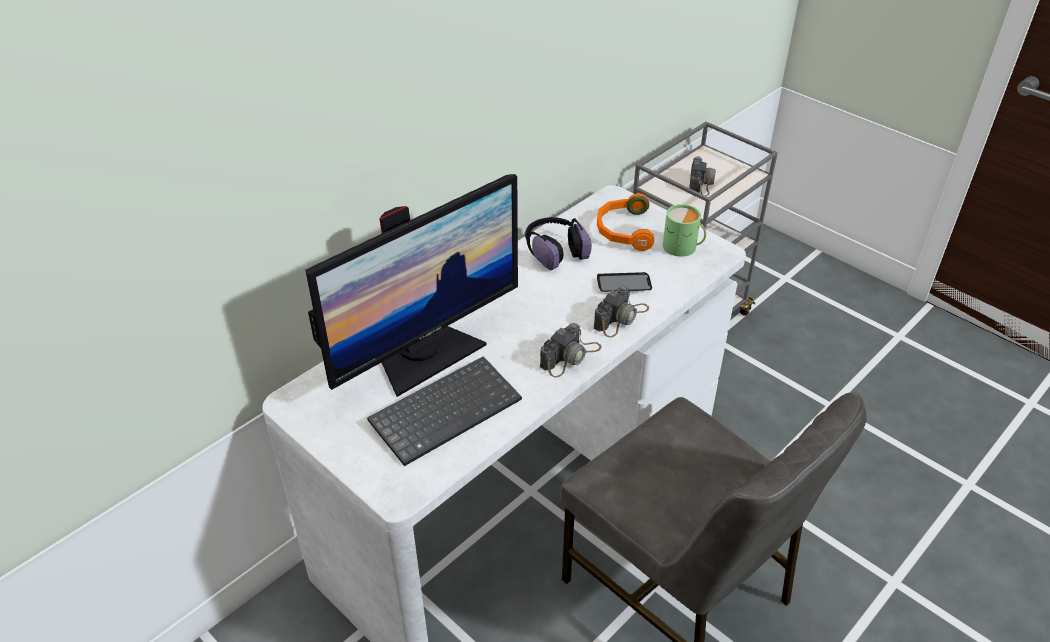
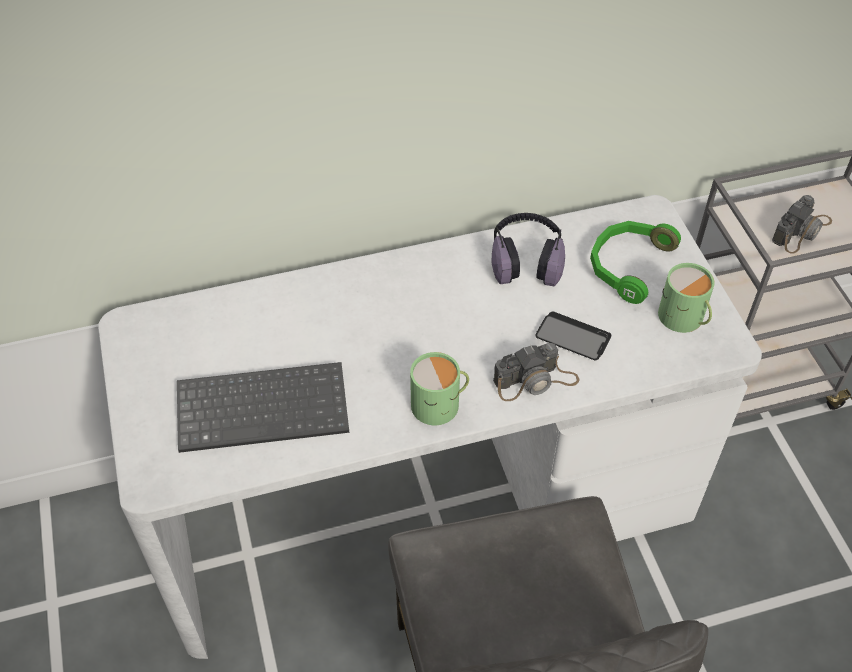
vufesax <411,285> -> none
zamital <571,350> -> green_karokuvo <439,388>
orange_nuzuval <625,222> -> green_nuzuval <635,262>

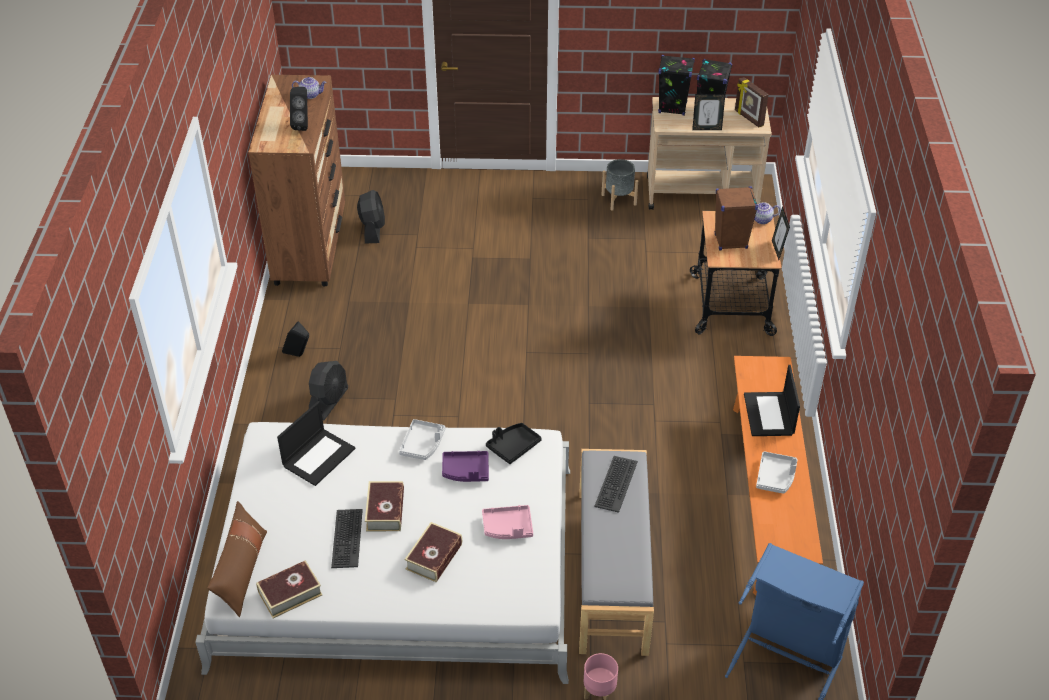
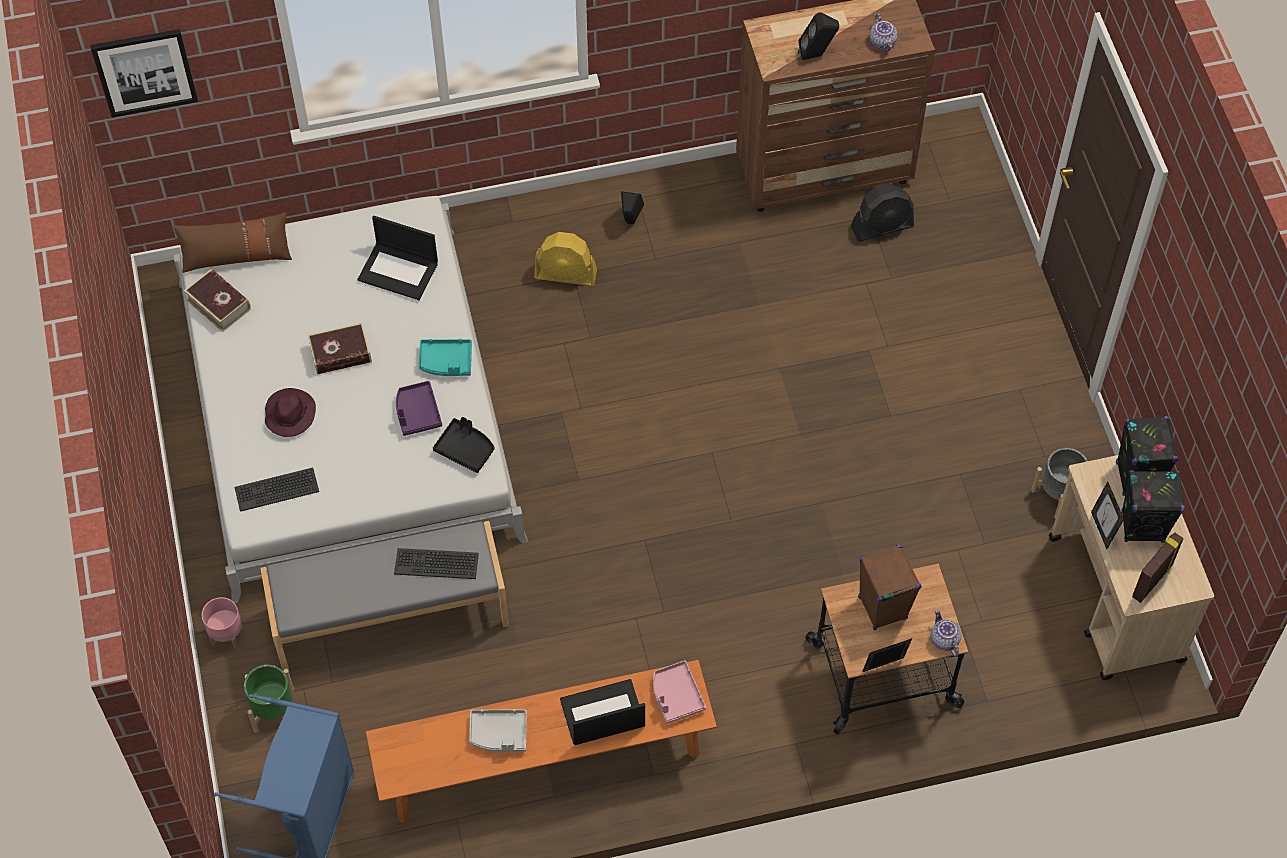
none -> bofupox <144,73>
none -> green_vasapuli <269,699>
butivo <347,538> -> butivo <277,489>, shifted
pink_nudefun <507,522> -> pink_nudefun <679,692>, shifted
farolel <433,552> -> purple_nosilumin <290,412>
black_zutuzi <329,391> -> yellow_zutuzi <565,259>
grey_nudefun <422,439> -> turquoise_nudefun <445,357>

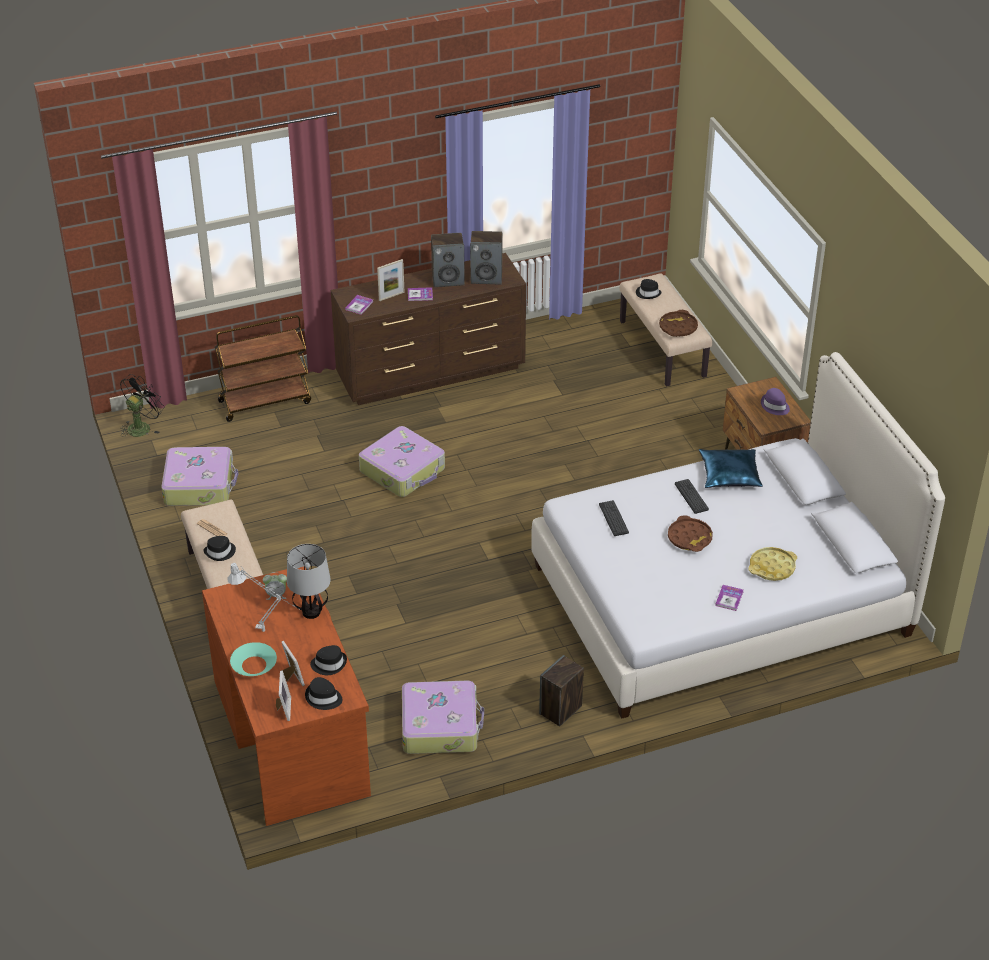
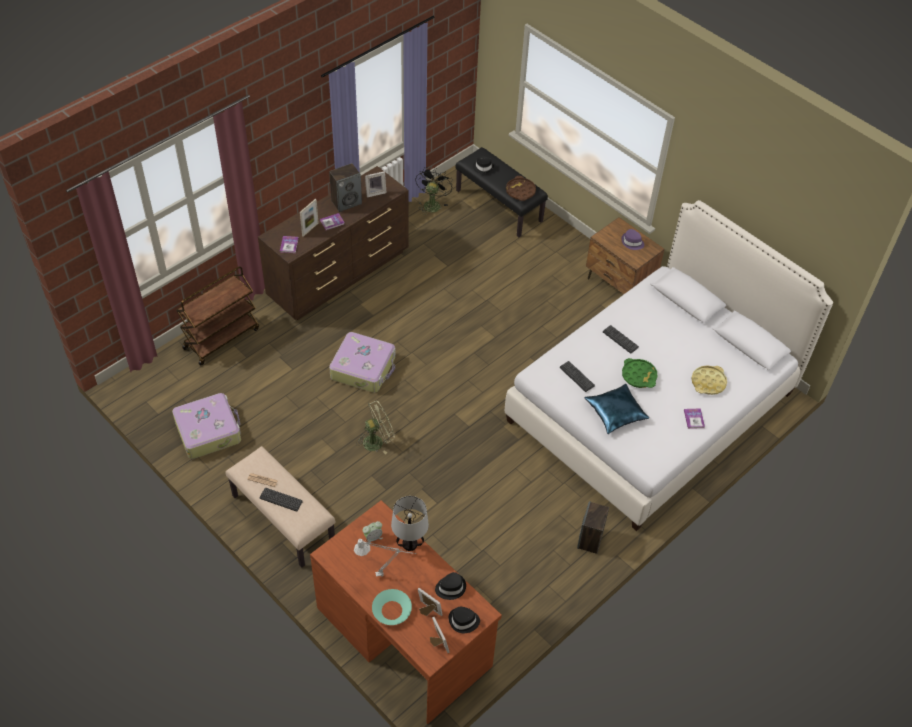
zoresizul <443,717> -> none
none -> green_zutuzi <375,427>
black_zutuzi <142,405> -> black_zutuzi <434,190>, shifted
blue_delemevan <731,468> -> blue_delemevan <616,409>, shifted
black_nosilumin <219,548> -> butivo <281,500>
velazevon <486,257> -> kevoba <376,184>
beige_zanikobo <666,330> -> black_zanikobo <501,192>
brown_nudefun <690,533> -> green_nudefun <639,373>

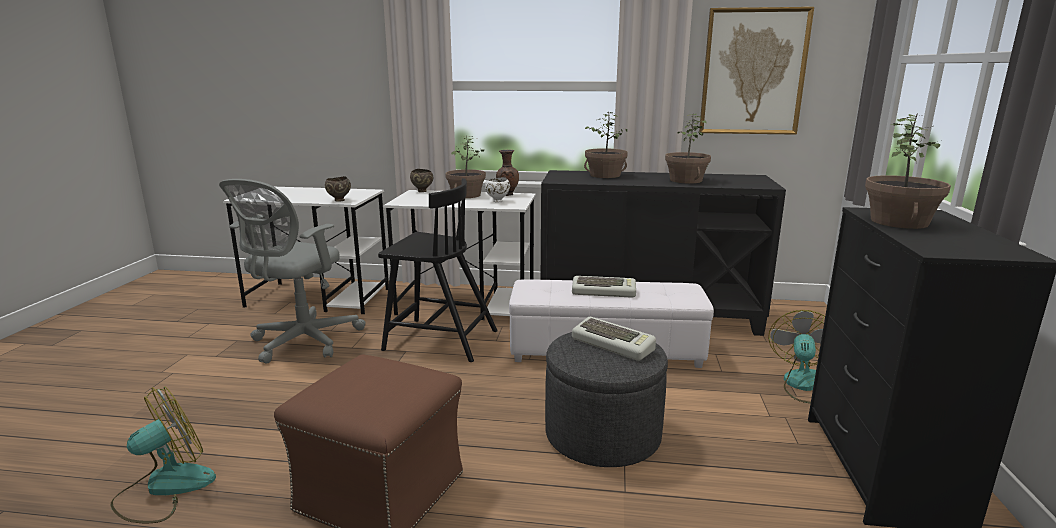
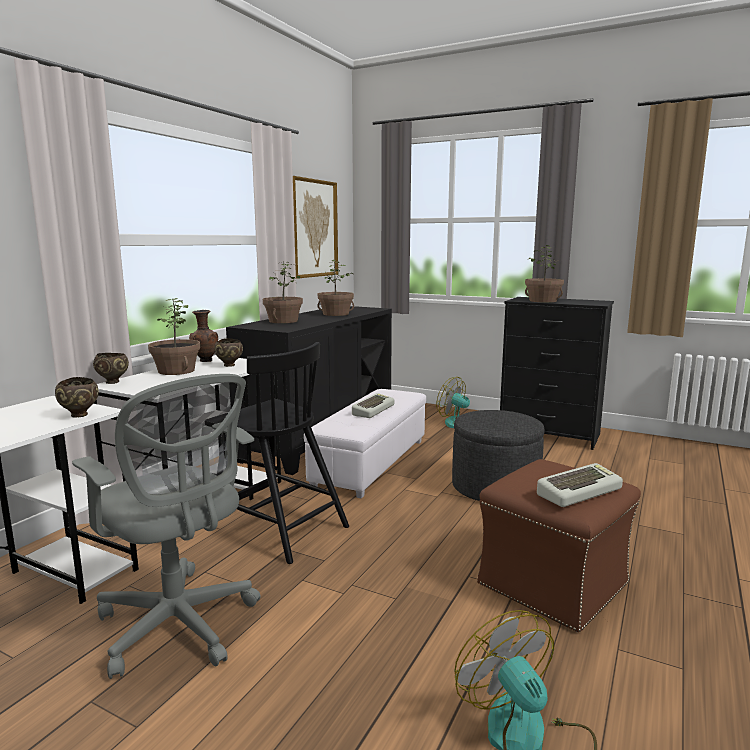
butivo <614,339> -> butivo <580,485>, shifted
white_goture <497,189> -> brown_goture <228,352>
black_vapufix <438,270> -> black_vapufix <286,453>, 90 degrees clockwise

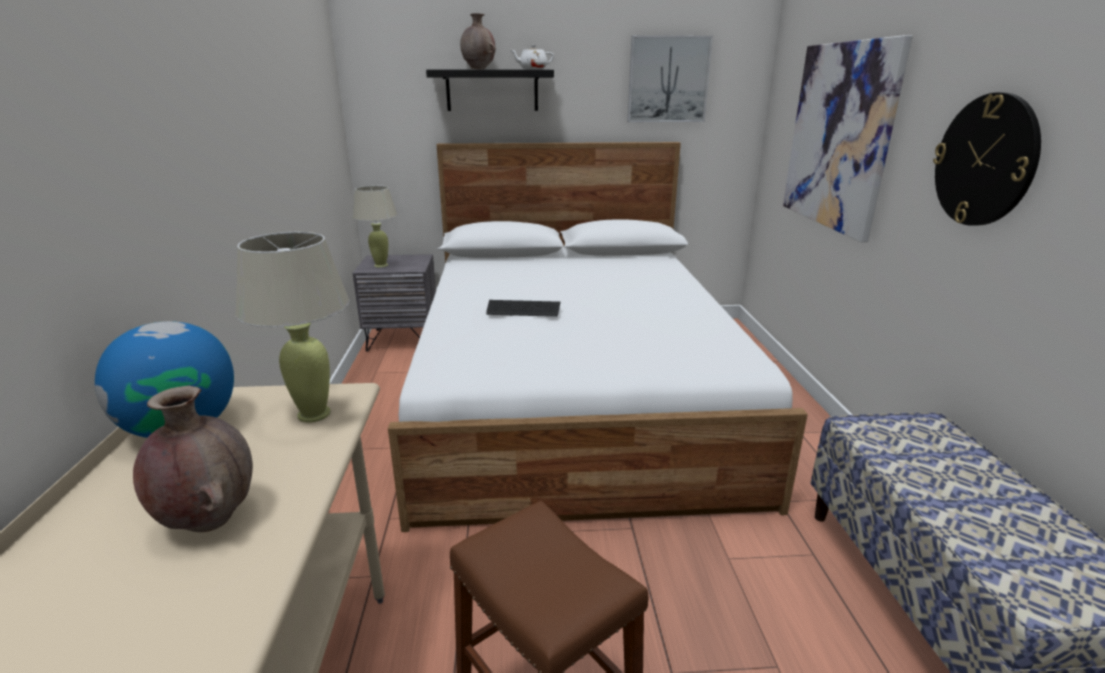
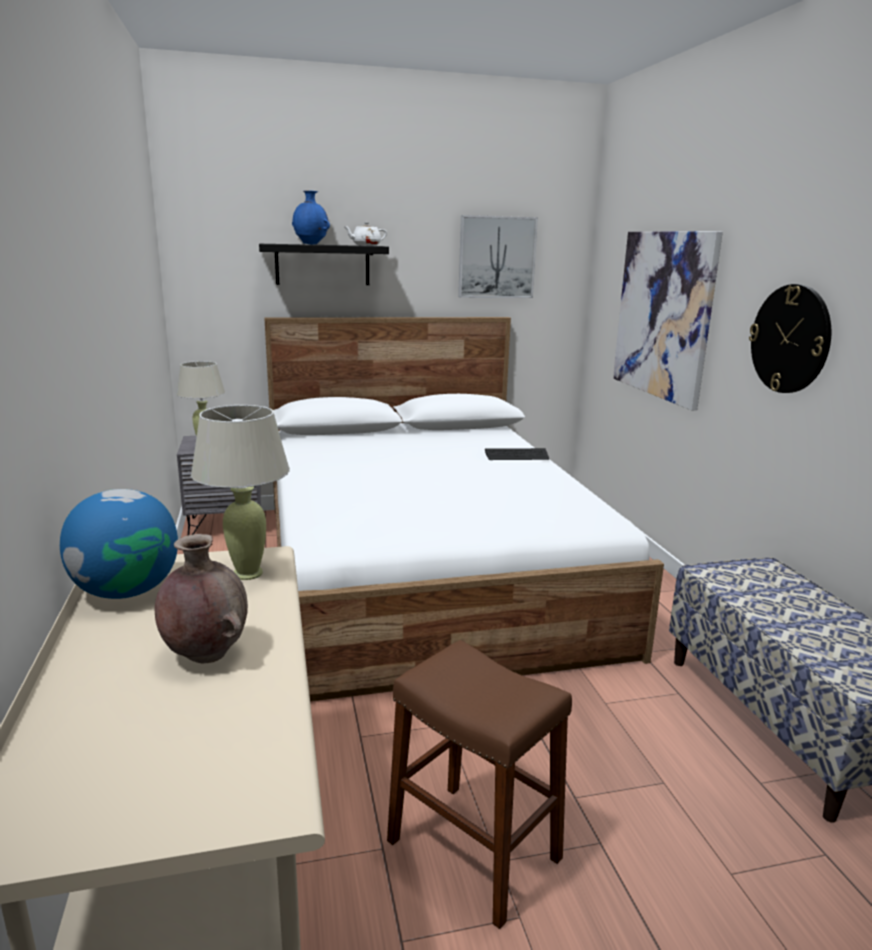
butivo <523,308> -> butivo <517,454>, shifted
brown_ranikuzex <478,41> -> blue_ranikuzex <311,217>

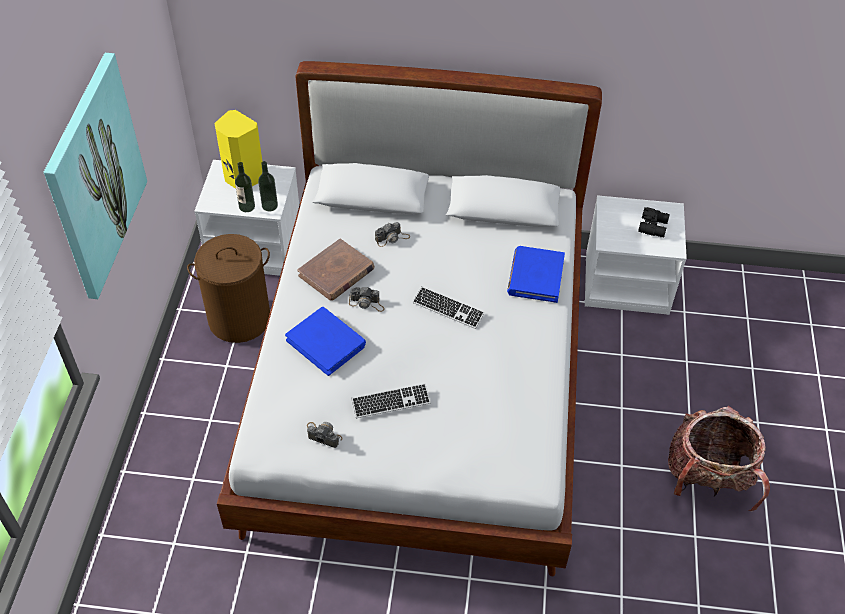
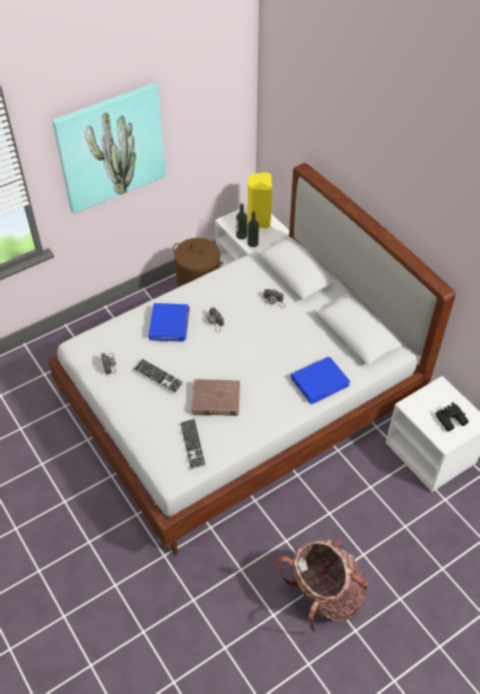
brown_farolel <336,270> -> brown_farolel <215,397>, shifted
butivo <449,307> -> butivo <193,444>, shifted

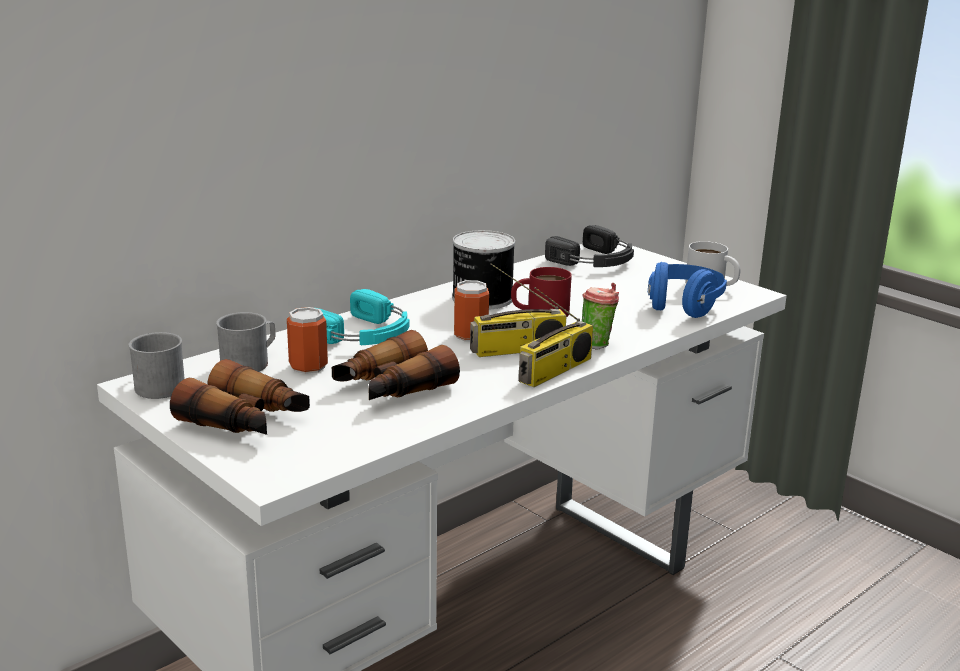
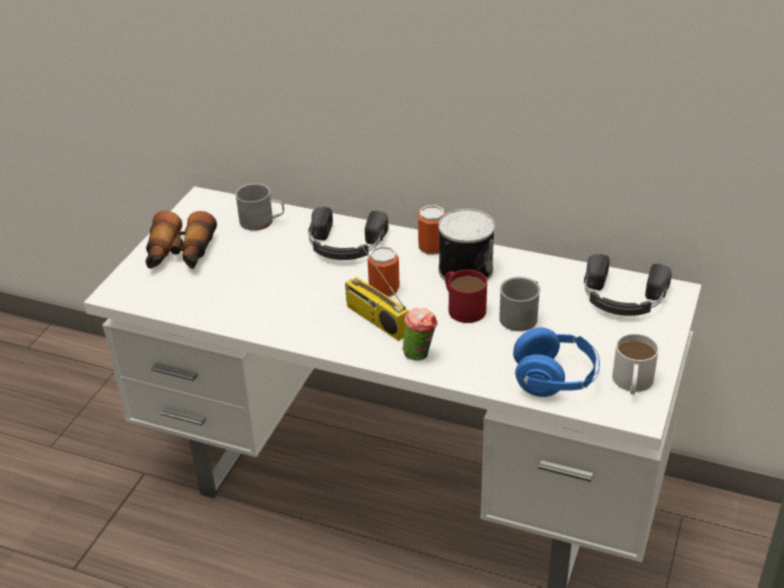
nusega <396,365> -> none
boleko <556,337> -> none
grey_karokuvo <157,365> -> grey_karokuvo <519,304>, shifted
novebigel <307,340> -> novebigel <432,230>, shifted
turquoise_nuzuval <363,317> -> black_nuzuval <348,233>

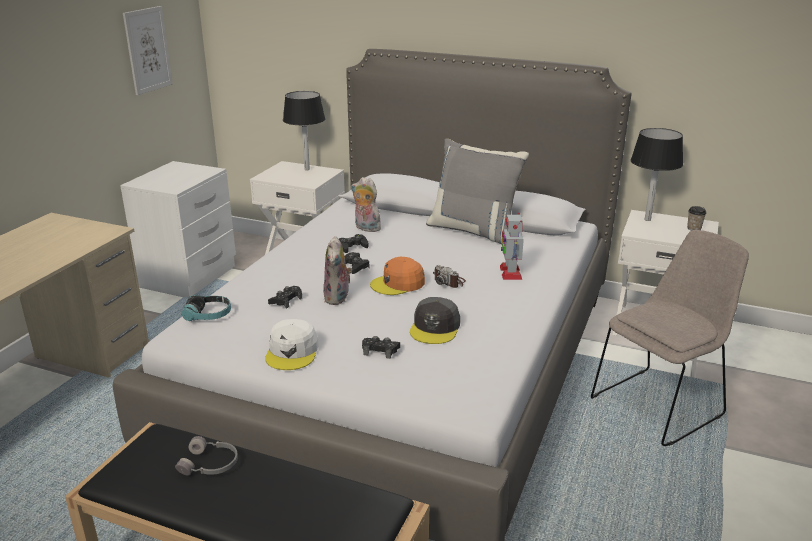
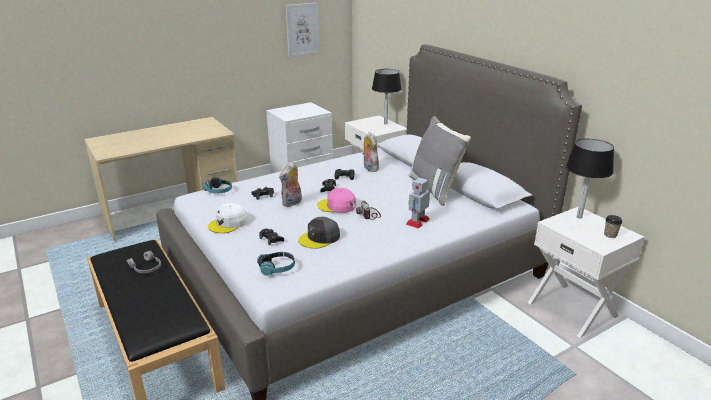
beige_vapufix <670,338> -> none
none -> nuzuval <276,264>
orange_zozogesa <397,276> -> pink_zozogesa <336,200>

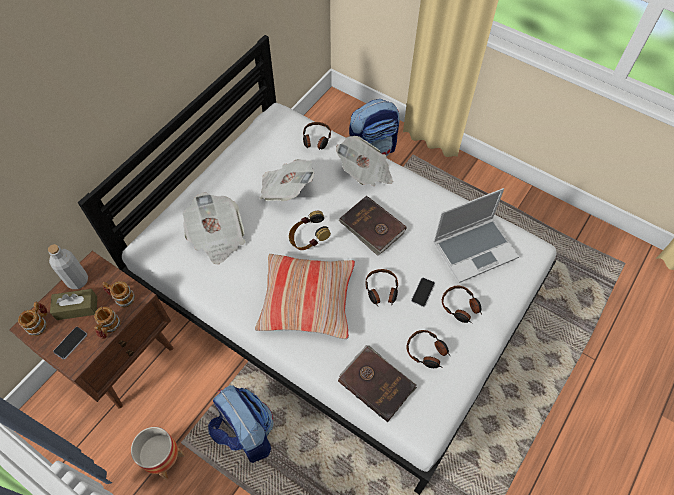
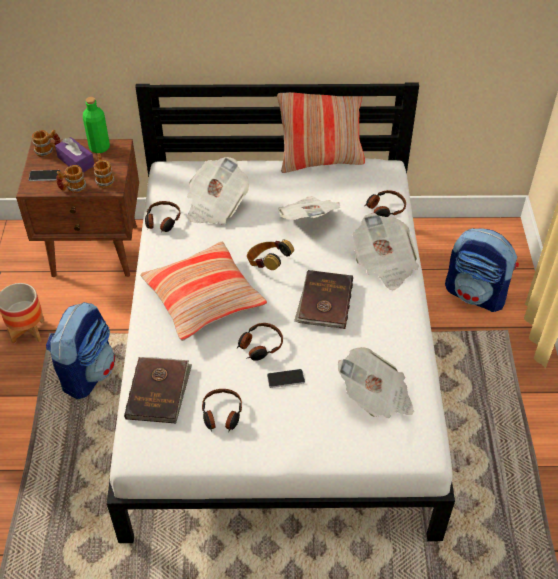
none -> delemevan <321,132>
nuzuval <462,304> -> nuzuval <162,216>, shifted
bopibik <476,235> -> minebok <376,383>
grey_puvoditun <68,266> -> green_puvoditun <96,125>
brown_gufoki <73,304> -> purple_gufoki <74,154>

